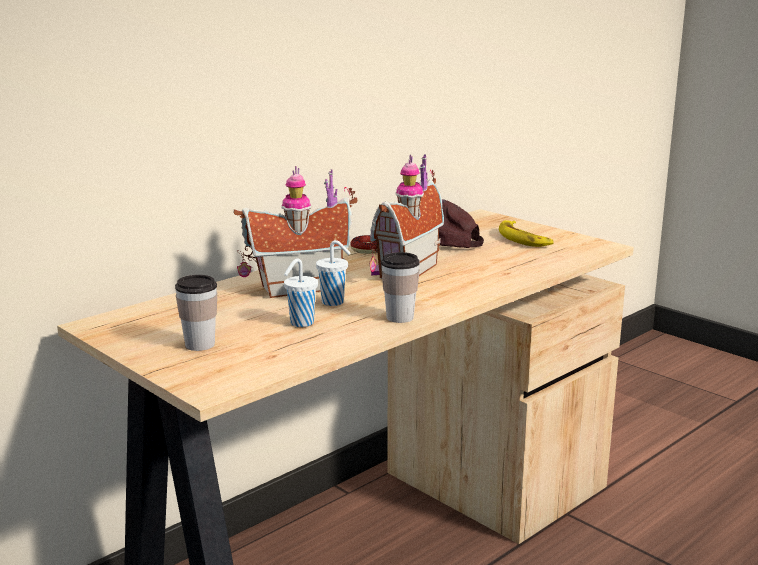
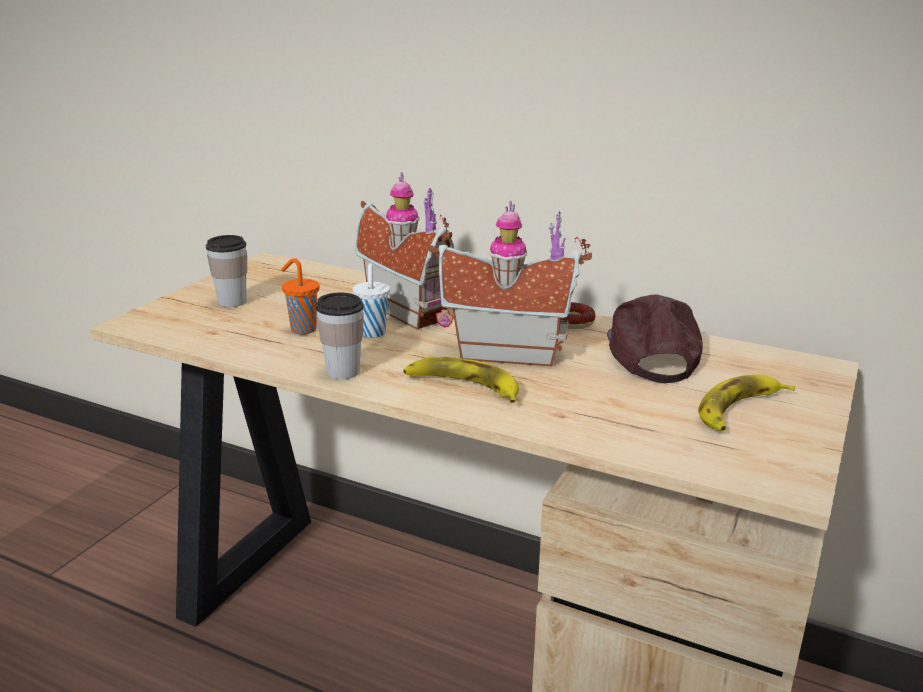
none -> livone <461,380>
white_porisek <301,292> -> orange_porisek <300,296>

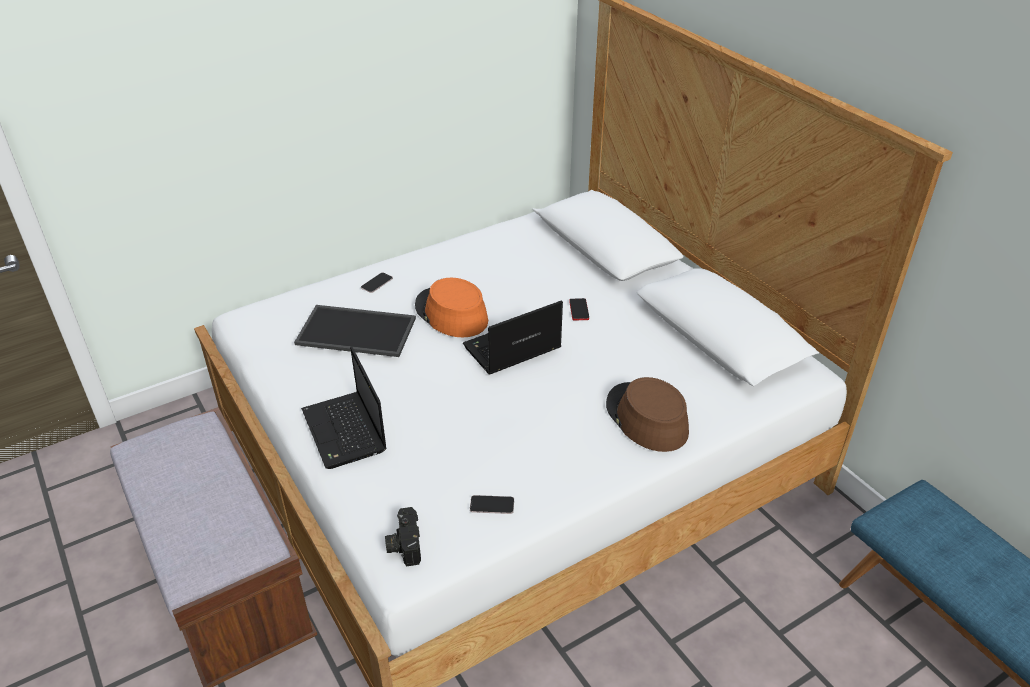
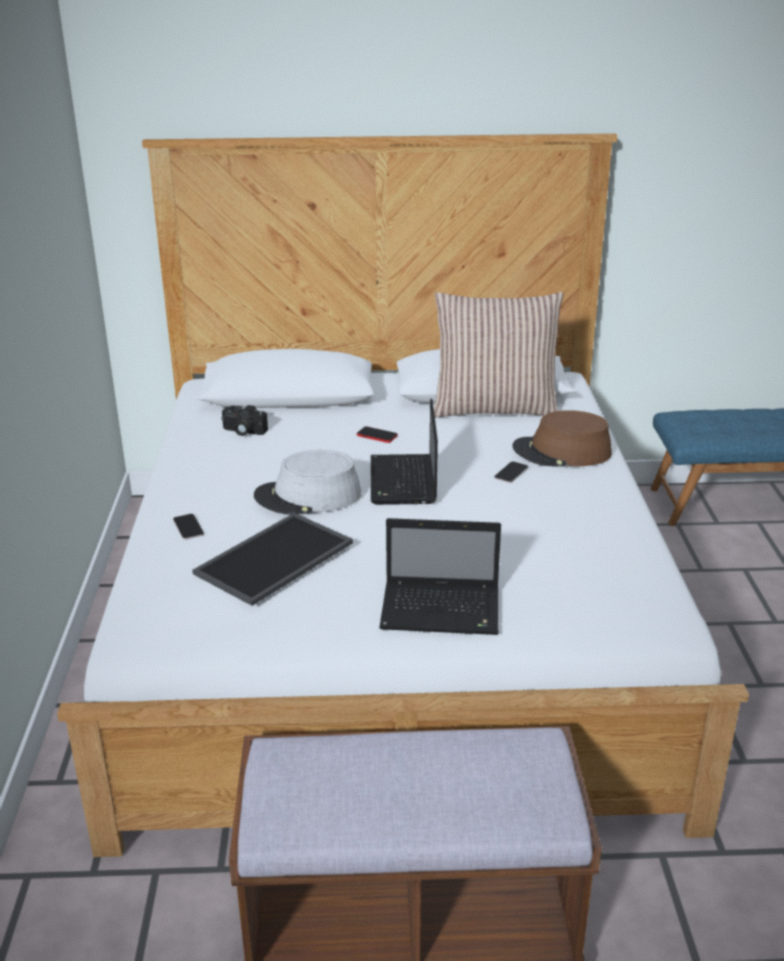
none -> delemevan <499,355>
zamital <403,536> -> zamital <245,420>, shifted
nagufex <492,504> -> nagufex <511,472>, shifted
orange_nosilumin <451,307> -> grey_nosilumin <308,482>

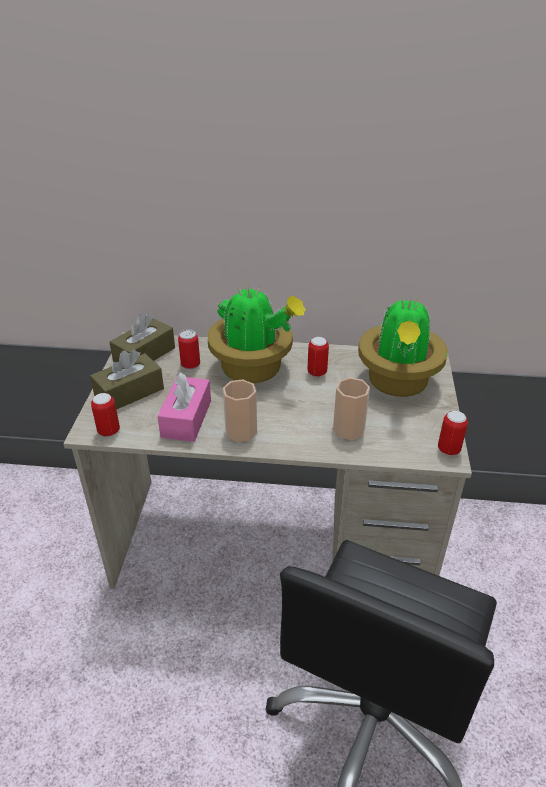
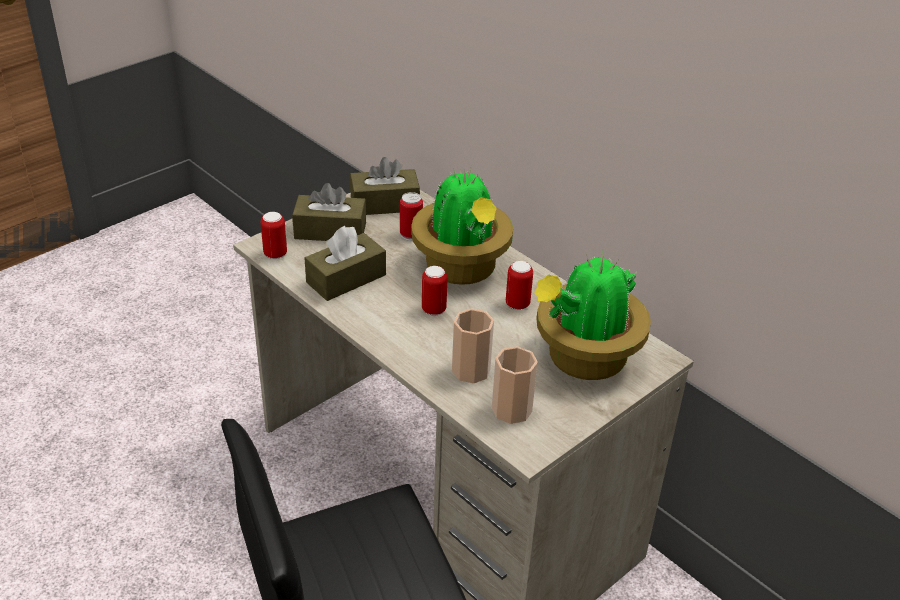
porisek <240,411> -> porisek <515,385>, shifted
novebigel <453,433> -> novebigel <435,290>, shifted
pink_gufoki <184,407> -> brown_gufoki <345,263>

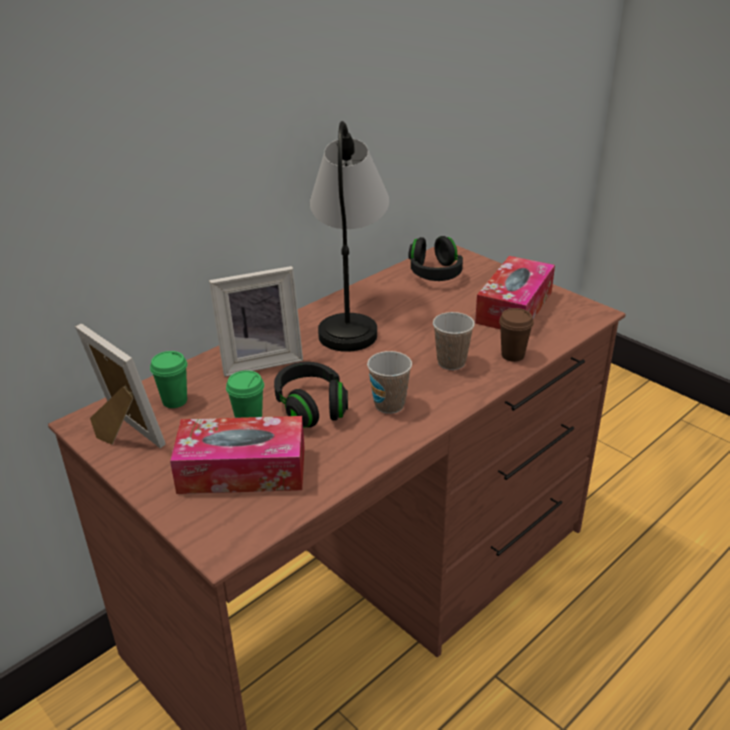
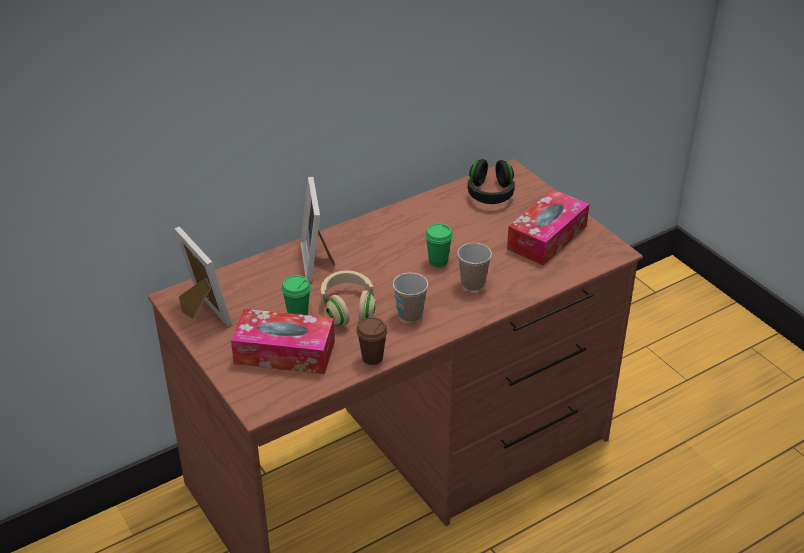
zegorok <349,236> -> none
green_porisek <168,379> -> green_porisek <439,245>, shifted
brown_porisek <516,335> -> brown_porisek <372,341>, shifted
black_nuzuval <311,395> -> beige_nuzuval <348,298>
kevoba <256,321> -> kevoba <317,229>, 90 degrees clockwise

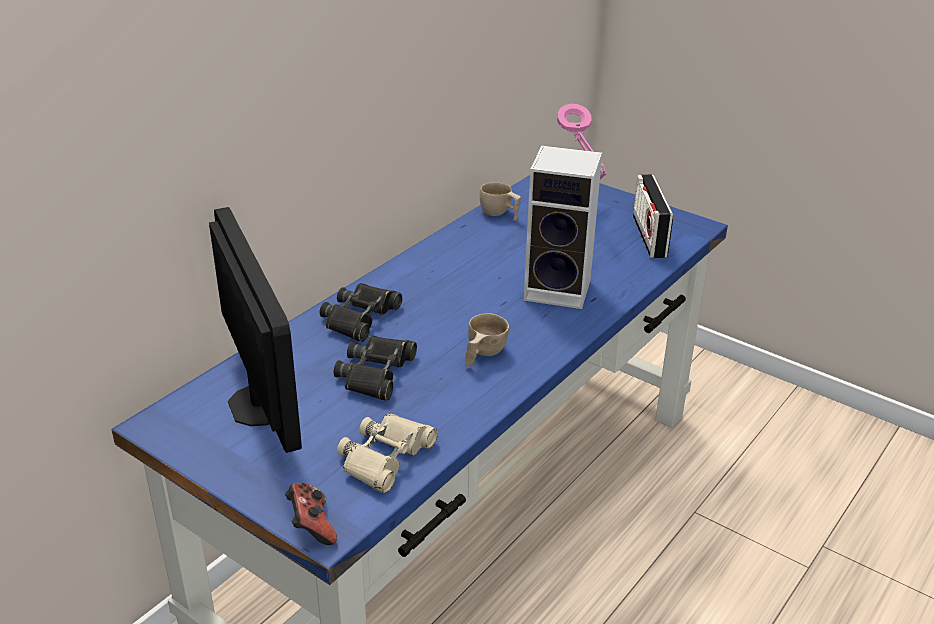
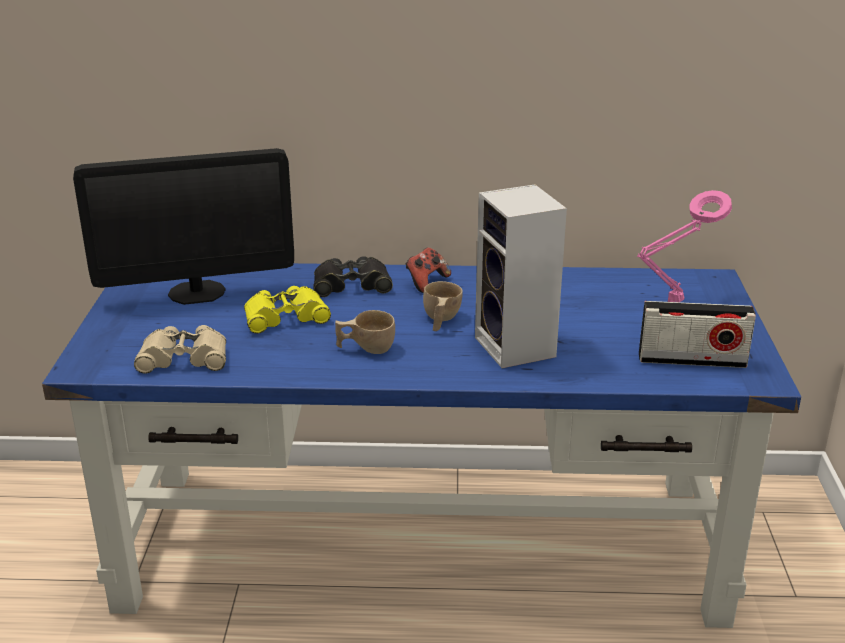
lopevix <311,514> -> lopevix <428,270>, shifted
beige_porisek <500,201> -> beige_porisek <443,306>, shifted
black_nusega <375,368> -> yellow_nusega <287,310>
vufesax <255,330> -> vufesax <183,226>, 45 degrees clockwise
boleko <653,216> -> boleko <697,334>, 135 degrees counterclockwise

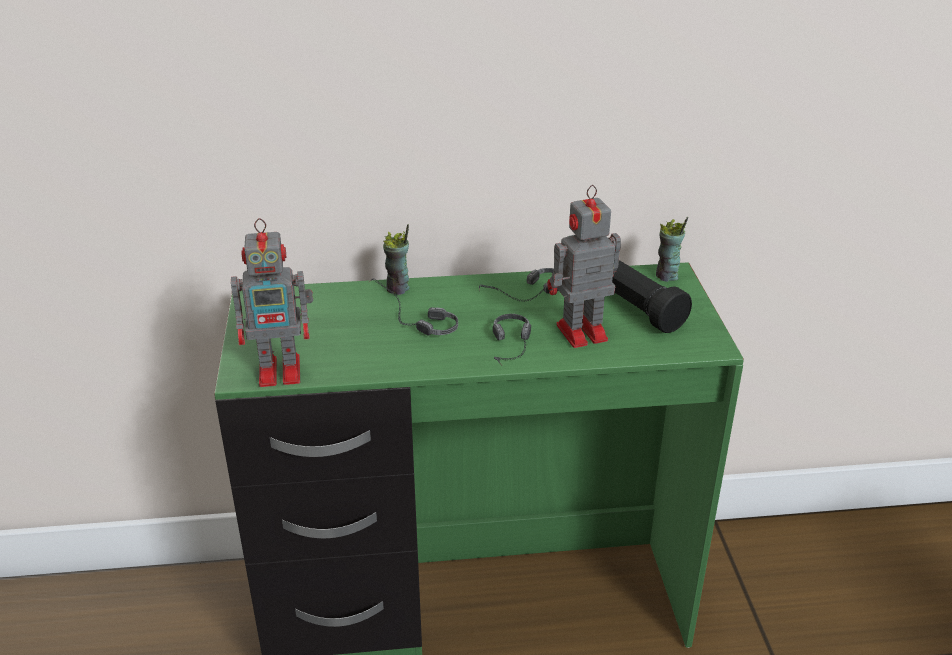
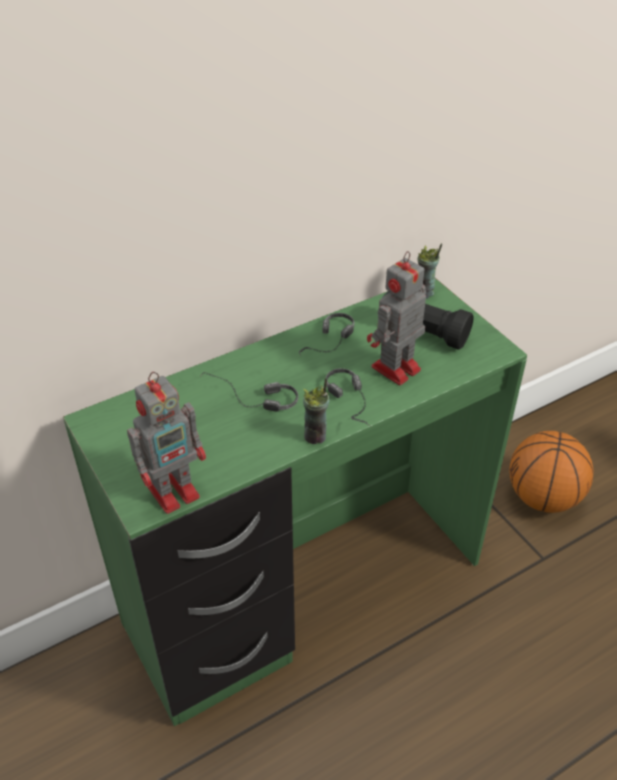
none -> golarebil <551,472>
porisek <396,259> -> porisek <316,411>, shifted

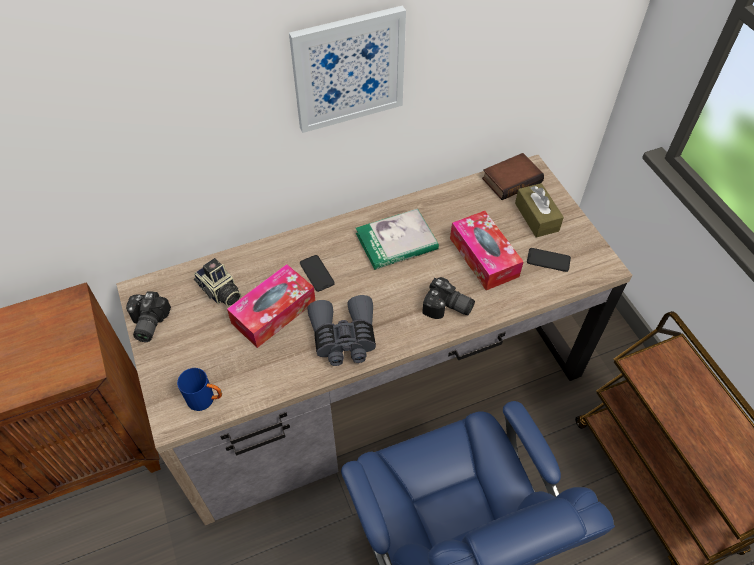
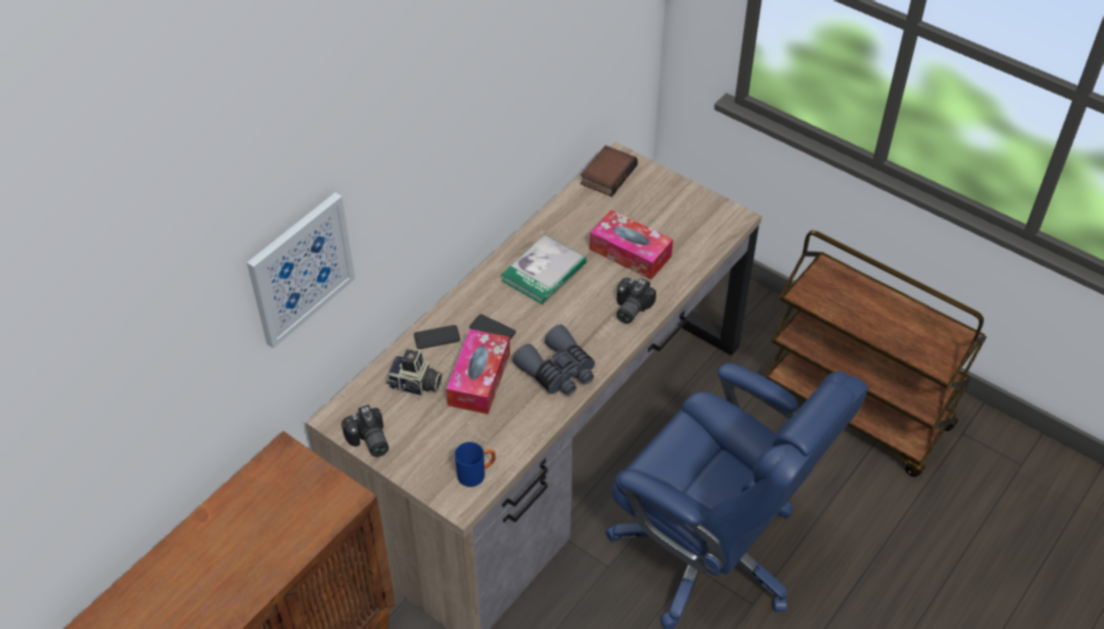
brown_gufoki <539,210> -> none
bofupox <347,69> -> bofupox <301,271>, shifted
nagufex <549,260> -> nagufex <437,337>, shifted
zamital <448,298> -> zamital <636,301>, 120 degrees clockwise

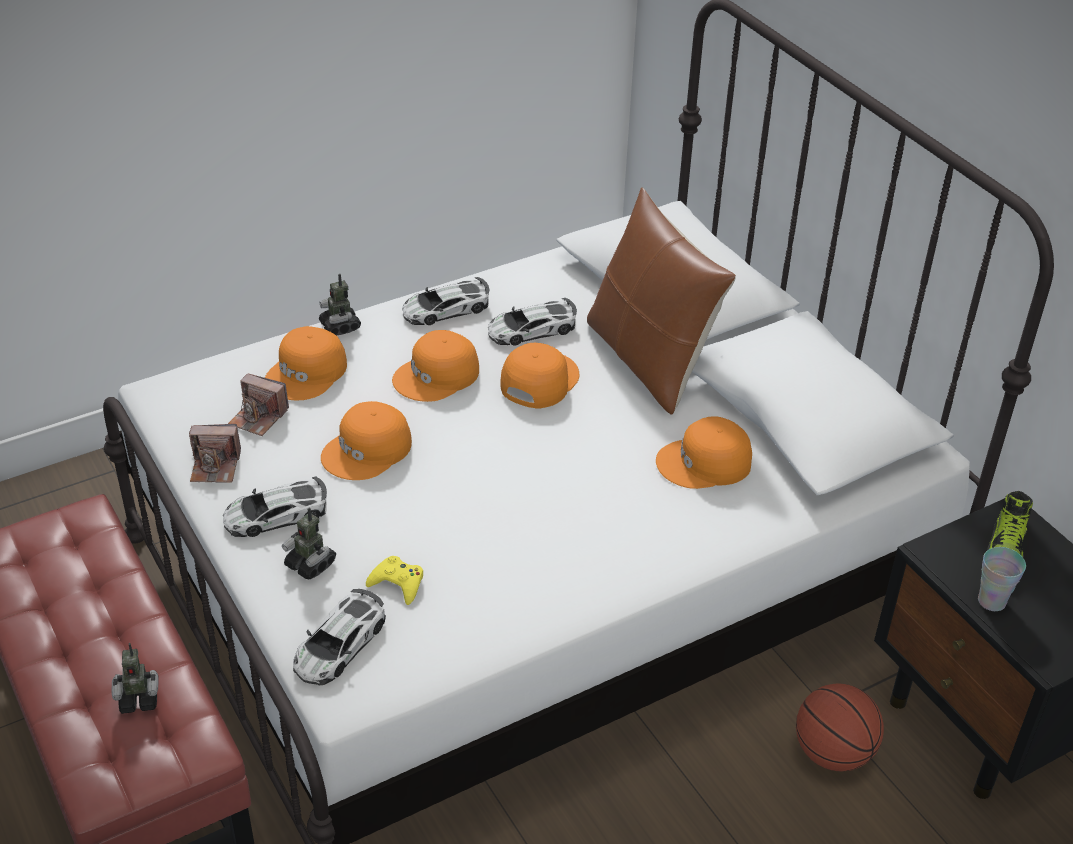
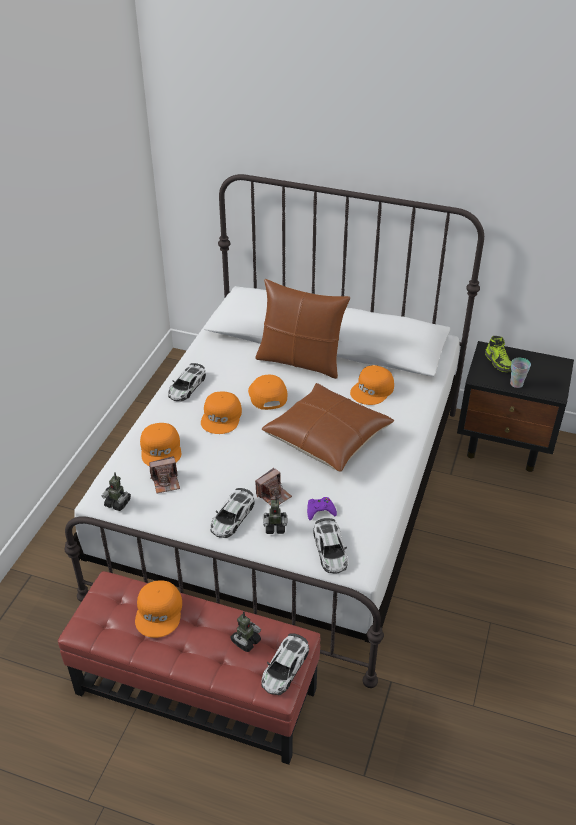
golarebil <840,727> -> none
none -> brown_delemevan <328,427>
zamital <215,453> -> zamital <273,487>, shifted
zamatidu <340,304> -> zamatidu <116,491>, shifted
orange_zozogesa <366,440> -> orange_zozogesa <158,609>, shifted
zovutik <532,322> -> zovutik <285,664>, shifted
yellow_lopevix <394,580> -> purple_lopevix <322,509>

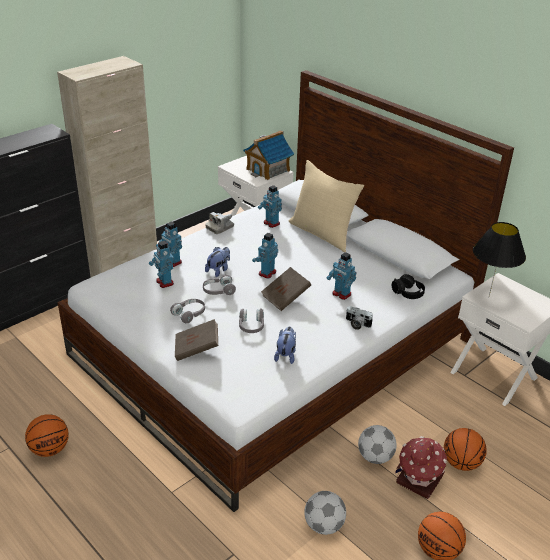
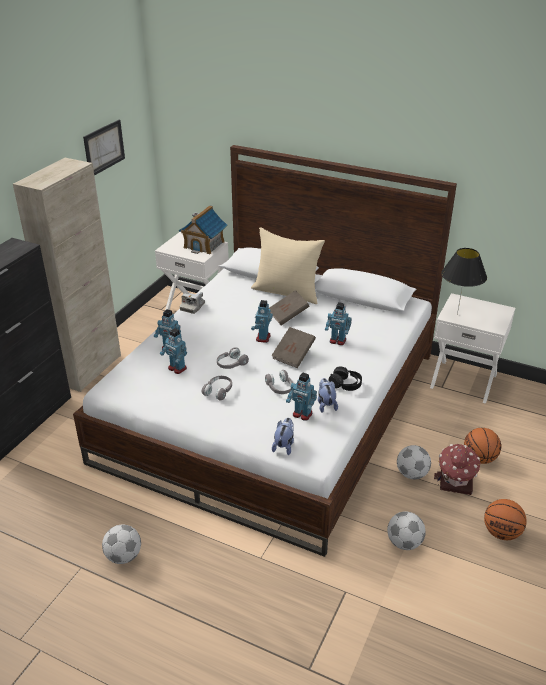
zamital <359,318> -> none
none -> bofupox <104,148>
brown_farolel <196,340> -> brown_farolel <289,307>, shifted
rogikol <217,262> -> rogikol <283,436>, shifted
zamatidu <270,206> -> zamatidu <301,396>, shifted
black_nuzuval <408,286> -> black_nuzuval <345,378>, shifted
golarebil <47,435> -> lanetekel <121,544>

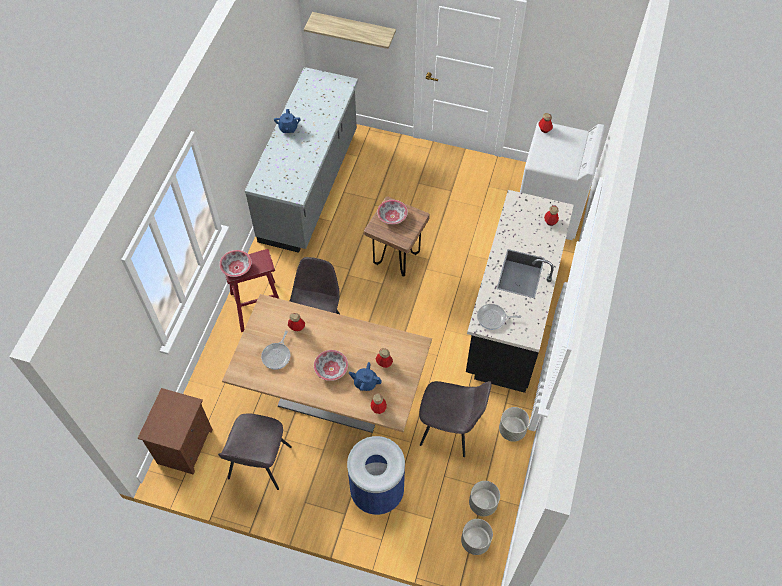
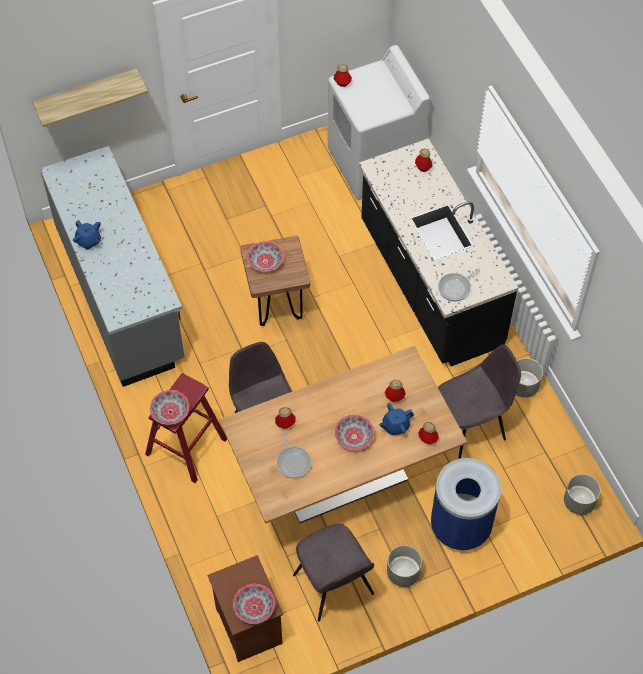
none -> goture <254,604>
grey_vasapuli <484,498> -> grey_vasapuli <404,566>, shifted

